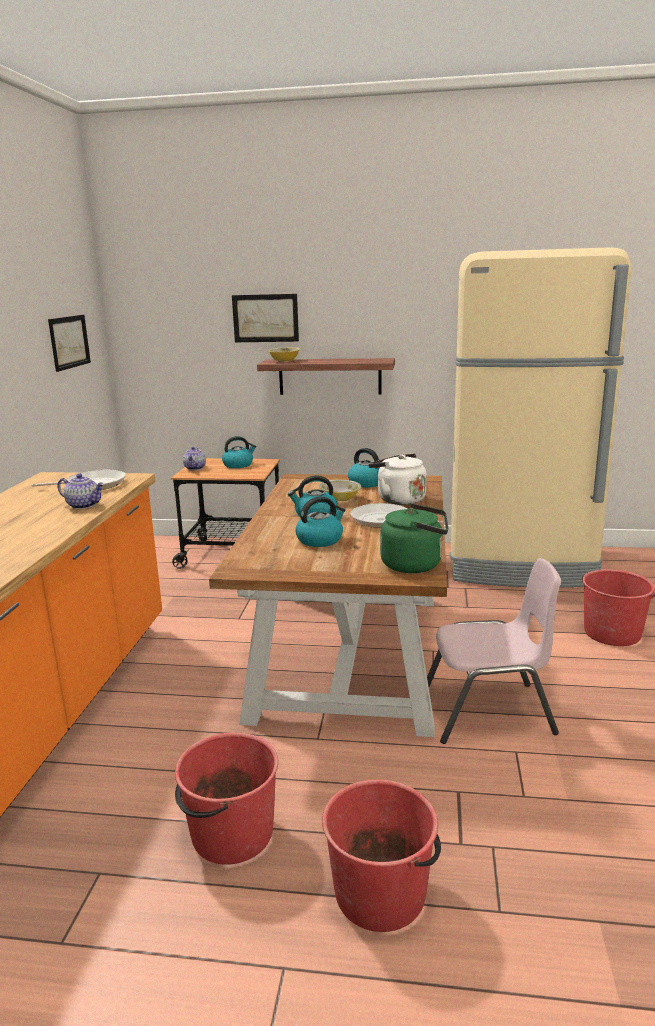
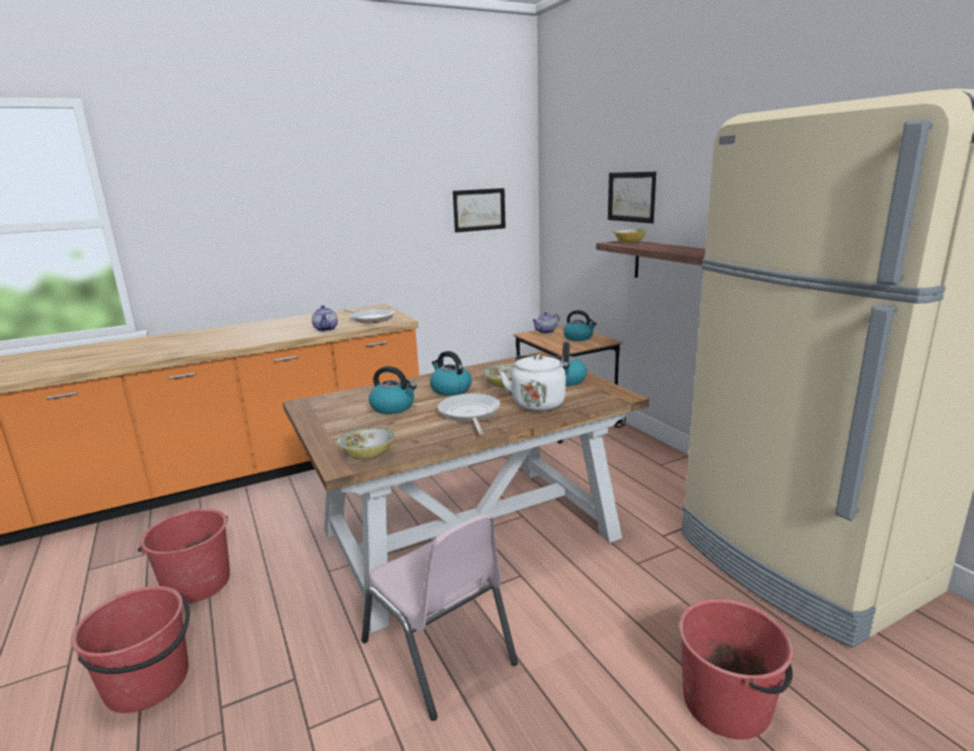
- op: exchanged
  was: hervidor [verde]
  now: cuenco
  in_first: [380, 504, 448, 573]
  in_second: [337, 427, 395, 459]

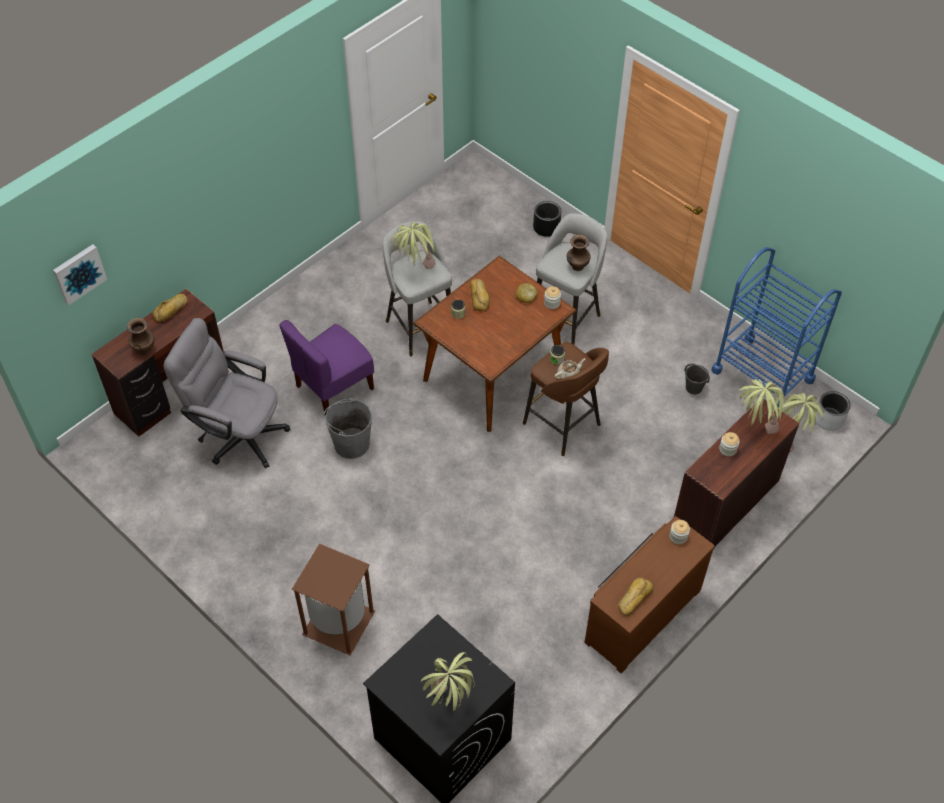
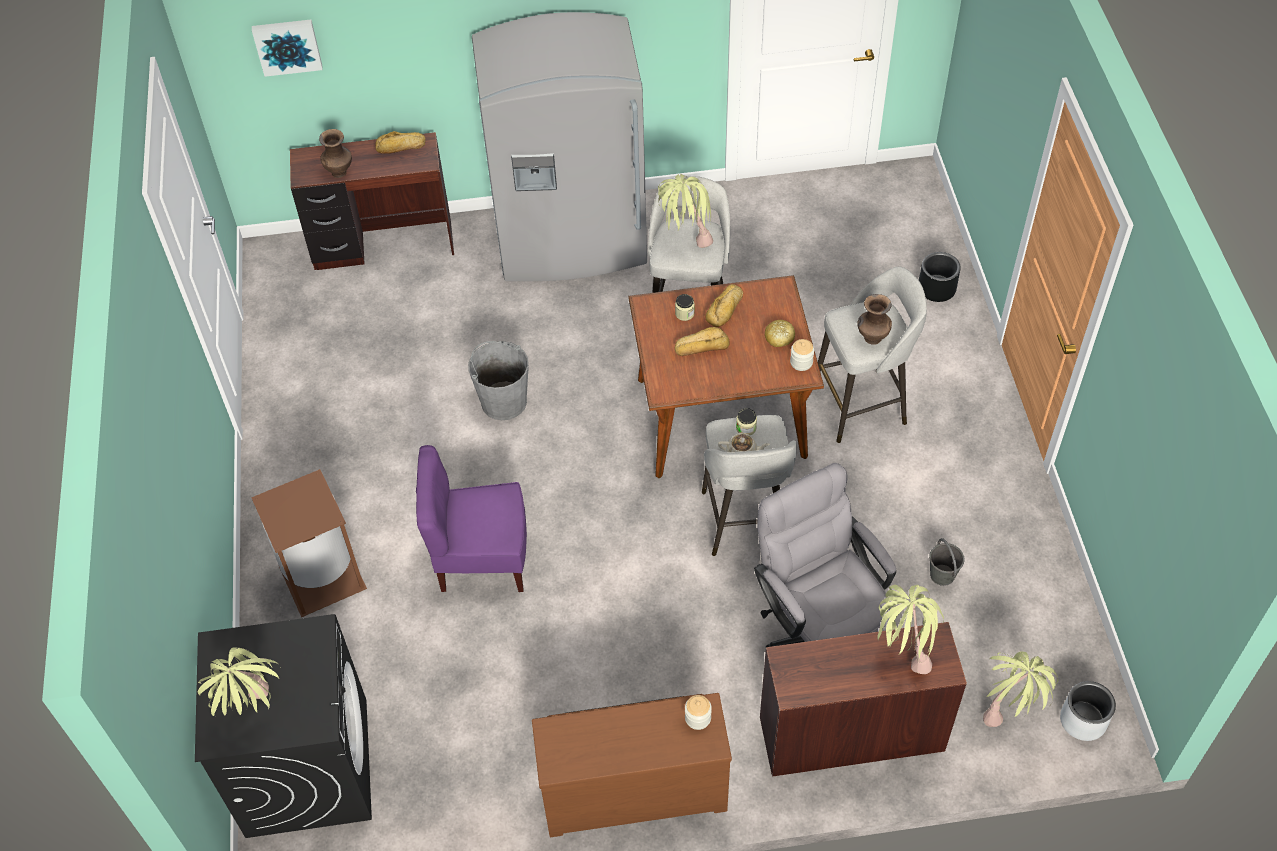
- op: relocated
  was: silla [morado]
  in_first: [279, 320, 374, 415]
  in_second: [416, 445, 527, 592]
- op: appeared
  now: nevera [gris]
  in_second: [472, 12, 647, 281]
- op: relocated
  was: pan
  in_first: [618, 578, 654, 616]
  in_second: [675, 327, 729, 356]
- op: colour
  was: taburete [marrón]
  now: taburete [gris]
  in_first: [523, 342, 609, 456]
  in_second: [702, 415, 797, 556]
- op: relocated
  was: silla de oficina [gris]
  in_first: [164, 318, 290, 468]
  in_second: [754, 463, 896, 647]
- op: missing
  was: carrito [azul]
  in_first: [711, 247, 842, 410]
- op: missing
  was: tarro
  in_first: [719, 432, 740, 456]

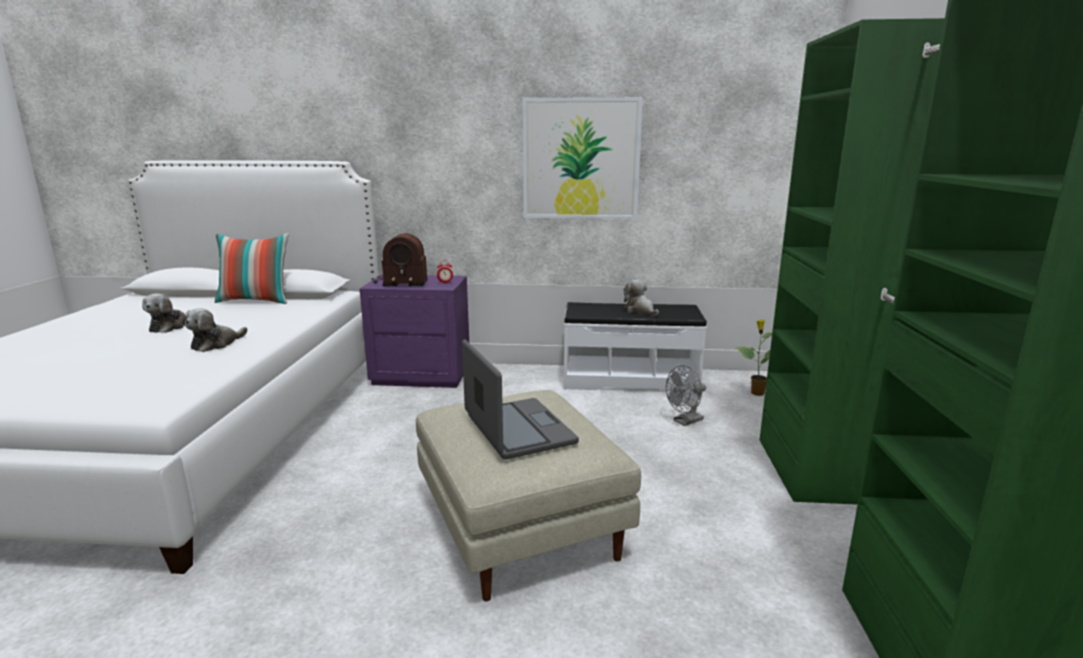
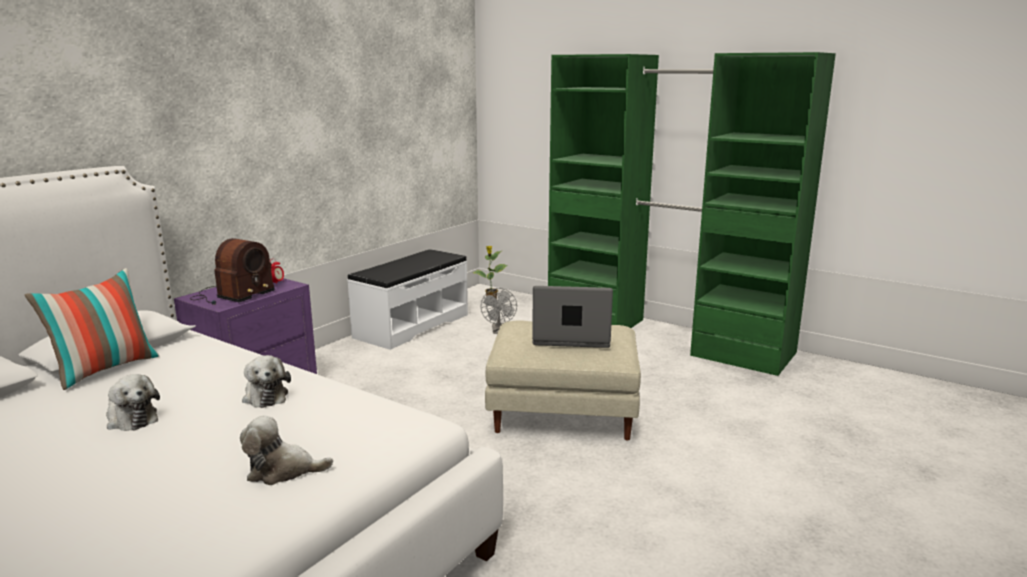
- op: relocated
  was: peluche
  in_first: [624, 280, 659, 316]
  in_second: [240, 415, 333, 485]
- op: missing
  was: cuadro
  in_first: [522, 97, 643, 219]

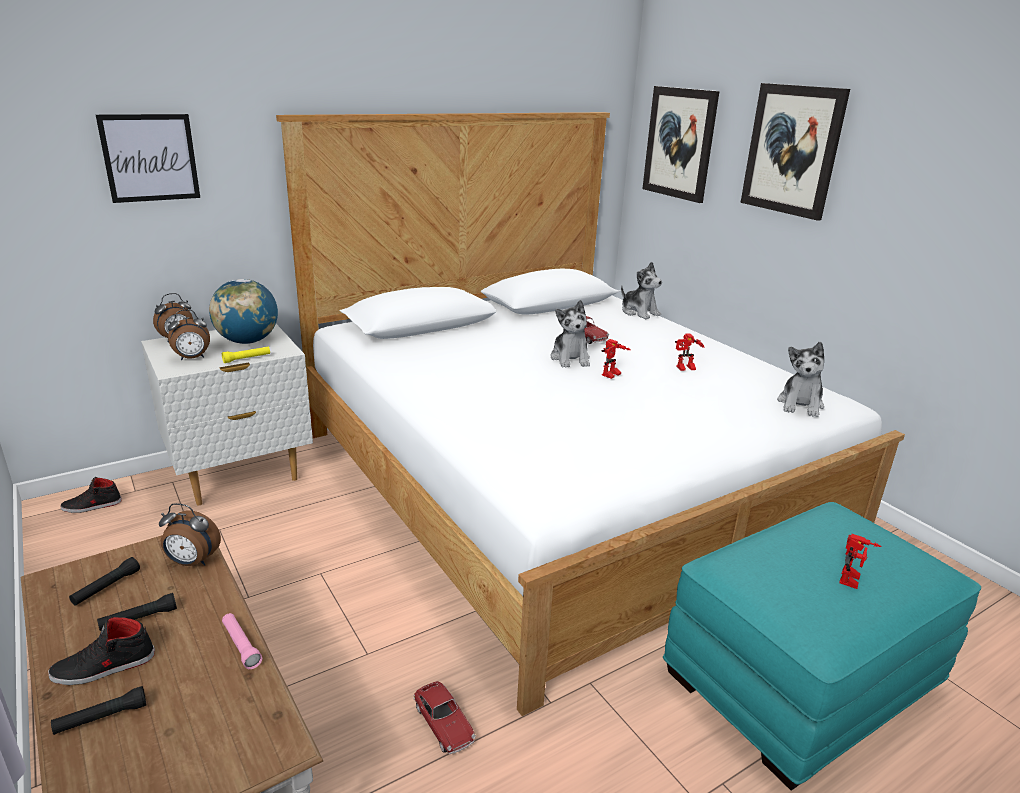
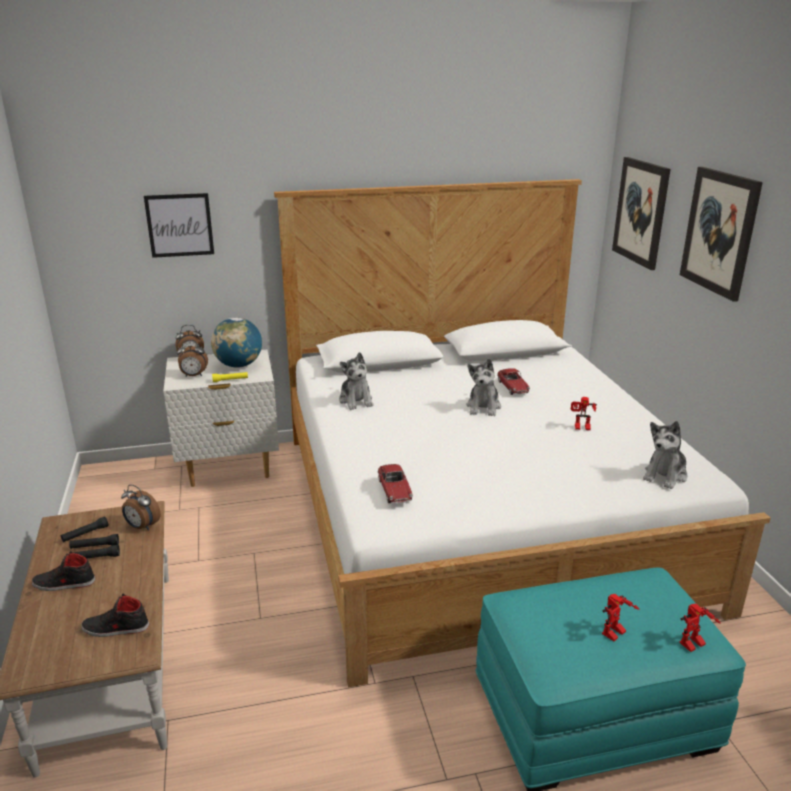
- op: relocated
  was: linterna [negro]
  in_first: [51, 686, 146, 735]
  in_second: [69, 534, 119, 549]
- op: relocated
  was: zapato [negro]
  in_first: [60, 477, 122, 513]
  in_second: [81, 594, 149, 637]
- op: relocated
  was: peluche
  in_first: [621, 262, 662, 319]
  in_second: [339, 352, 373, 410]
- op: relocated
  was: coche de juguete
  in_first: [413, 681, 476, 754]
  in_second: [378, 464, 413, 503]
- op: relocated
  was: robot de juguete
  in_first: [602, 339, 631, 379]
  in_second: [679, 604, 721, 652]
- op: missing
  was: linterna [rosa]
  in_first: [222, 613, 262, 669]

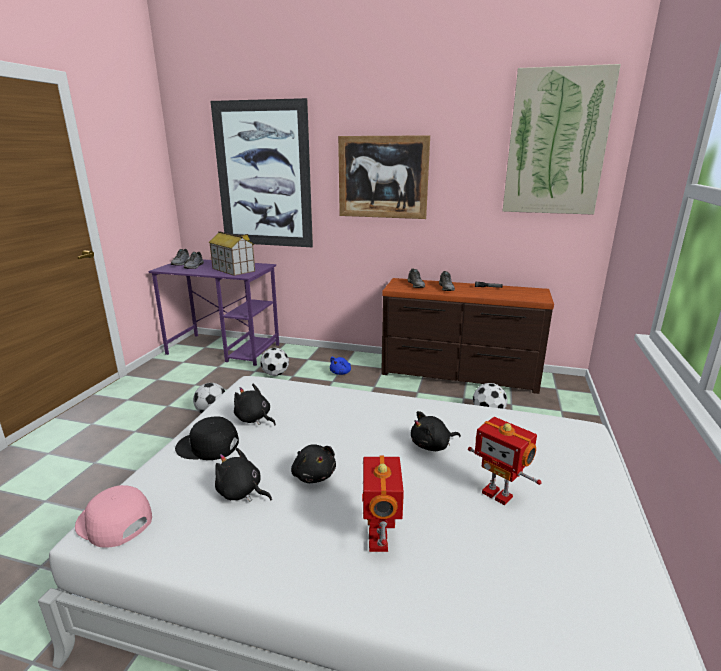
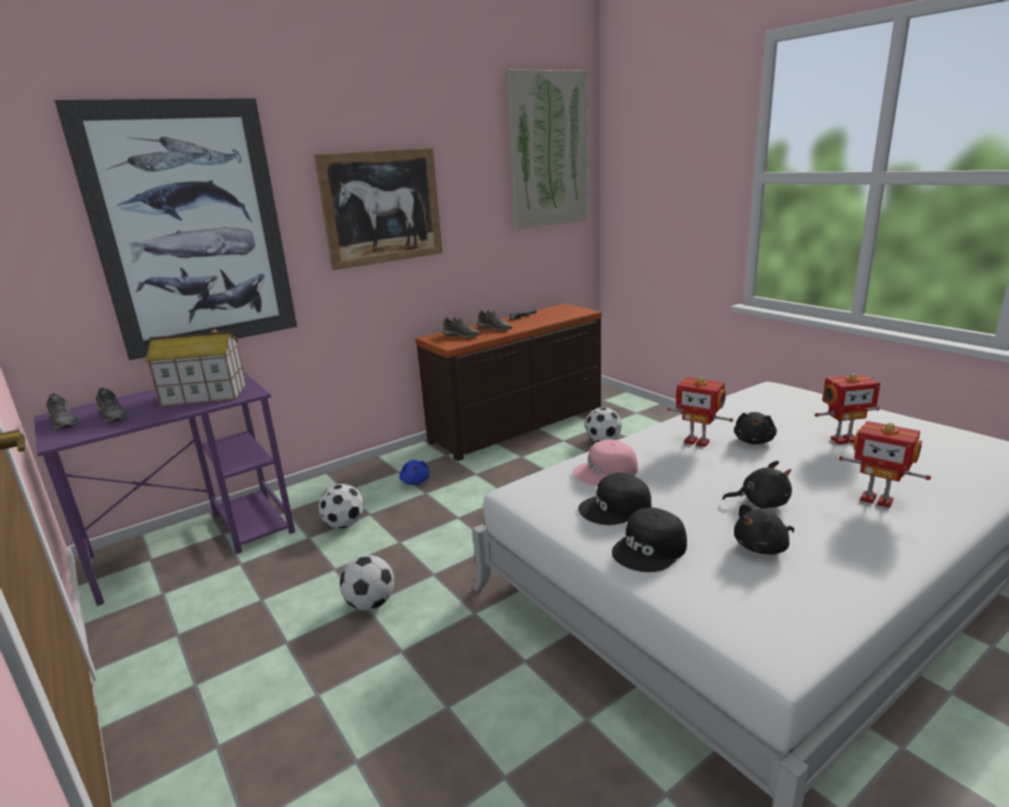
- op: relocated
  was: gorra [rosa]
  in_first: [75, 485, 152, 548]
  in_second: [573, 439, 638, 485]
- op: exchanged
  was: peluche [negro]
  now: gorra [negro]
  in_first: [234, 384, 276, 425]
  in_second: [578, 473, 652, 525]
- op: appeared
  now: robot de juguete
  in_second: [667, 377, 733, 447]

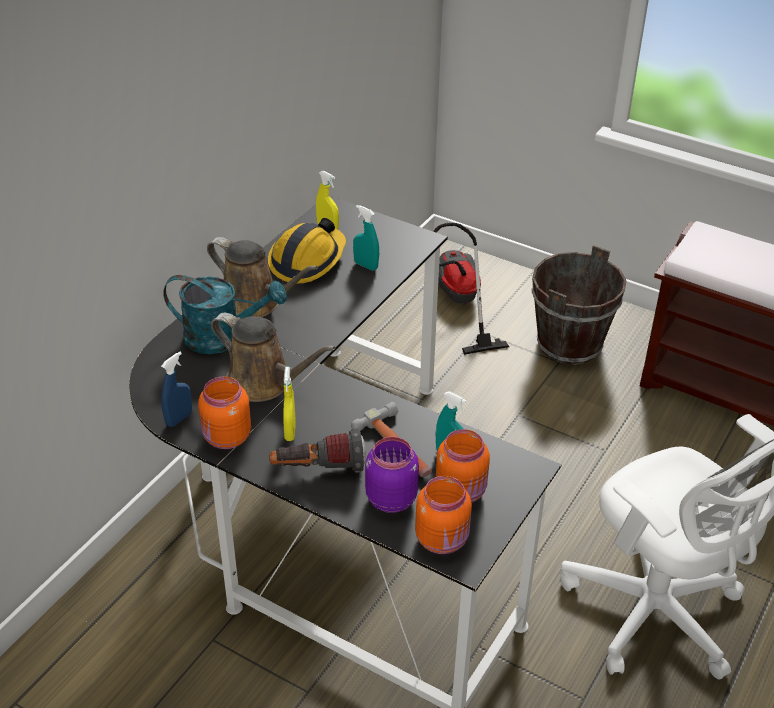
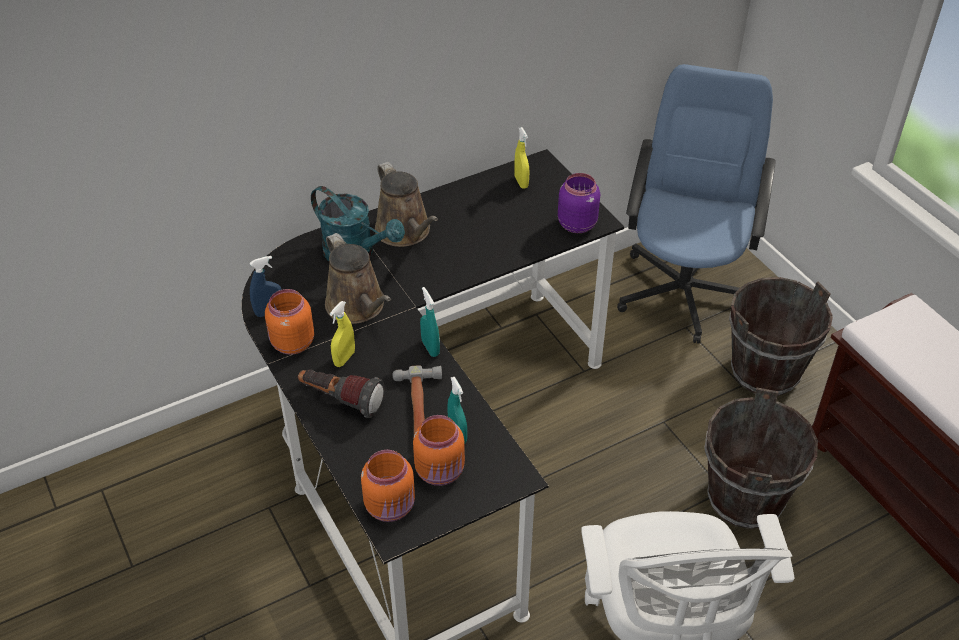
- op: relocated
  was: pulverizador [turquesa]
  in_first: [353, 205, 379, 270]
  in_second: [420, 287, 440, 357]
- op: relocated
  was: tarro [morado]
  in_first: [365, 437, 419, 513]
  in_second: [558, 173, 600, 233]
- op: exchanged
  was: aspiradora
  now: silla de oficina [azul]
  in_first: [433, 223, 509, 355]
  in_second: [617, 64, 776, 344]
- op: appeared
  now: cubo [marrón]
  in_second: [705, 388, 818, 529]
- op: missing
  was: casco
  in_first: [268, 218, 346, 284]

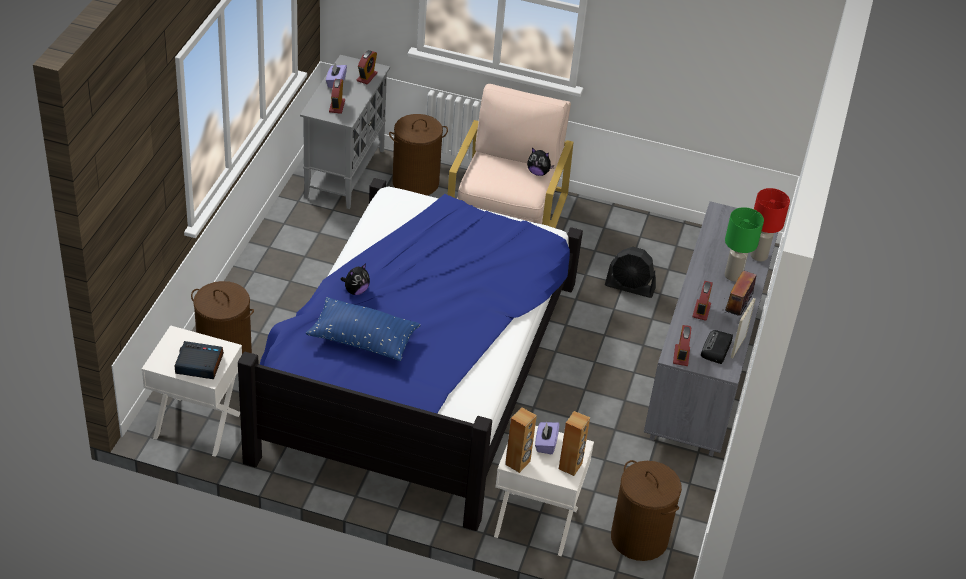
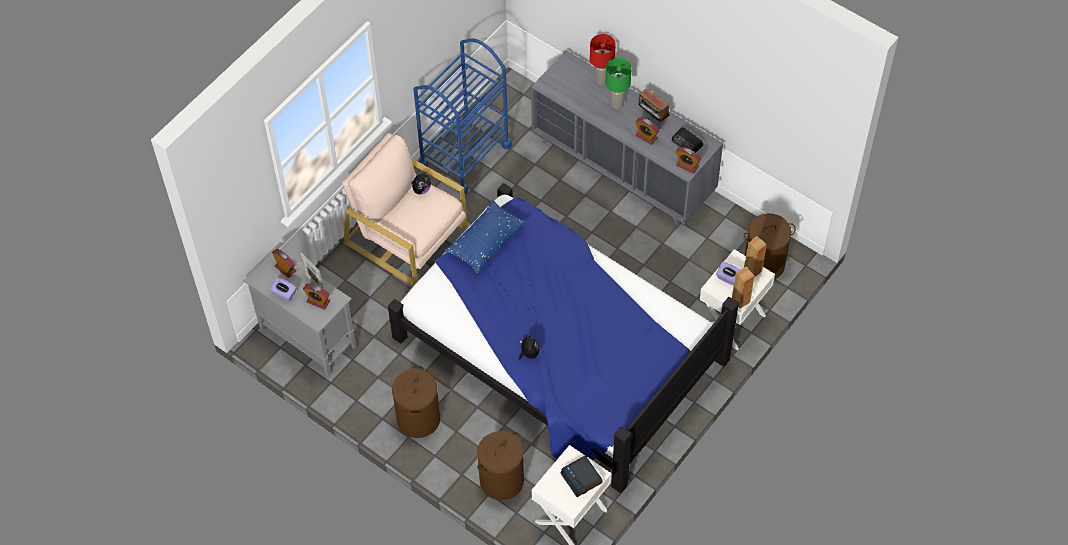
- op: relocated
  was: portarretratos
  in_first: [731, 298, 756, 358]
  in_second: [300, 253, 323, 289]
- op: relocated
  was: cesto de la ropa [marrón]
  in_first: [389, 114, 448, 196]
  in_second: [392, 366, 440, 438]
- op: appeared
  now: carrito [azul]
  in_second: [413, 38, 512, 195]
- op: relocated
  was: cojín [azul]
  in_first: [306, 297, 420, 361]
  in_second: [445, 201, 525, 273]
- op: spun
  was: despertador
  in_first: [175, 341, 224, 379]
  in_second: [560, 455, 603, 497]
  clockwise: -60
- op: missing
  was: ventilador [negro]
  in_first: [605, 247, 656, 298]

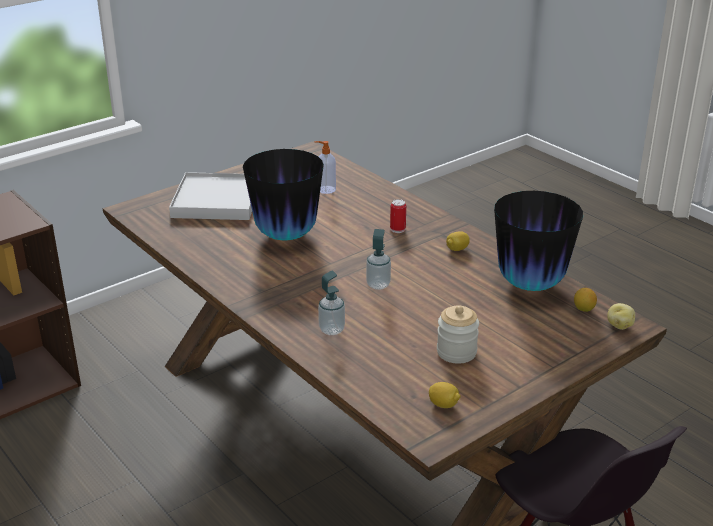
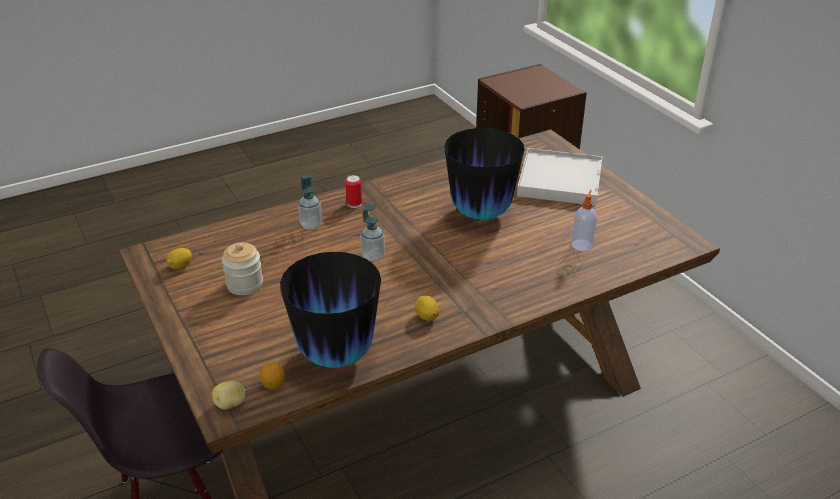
- op: relocated
  was: lata
  in_first: [390, 199, 406, 233]
  in_second: [345, 175, 362, 208]

